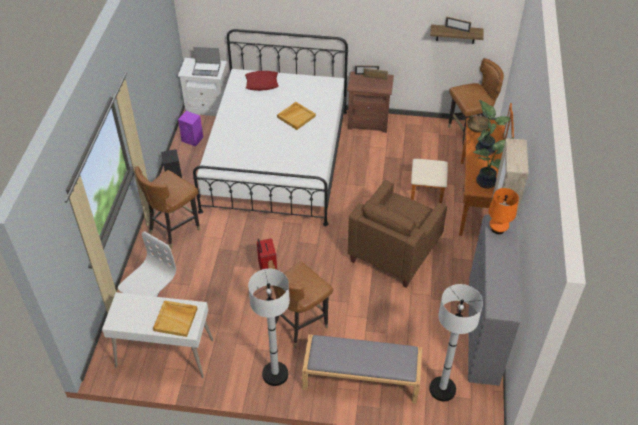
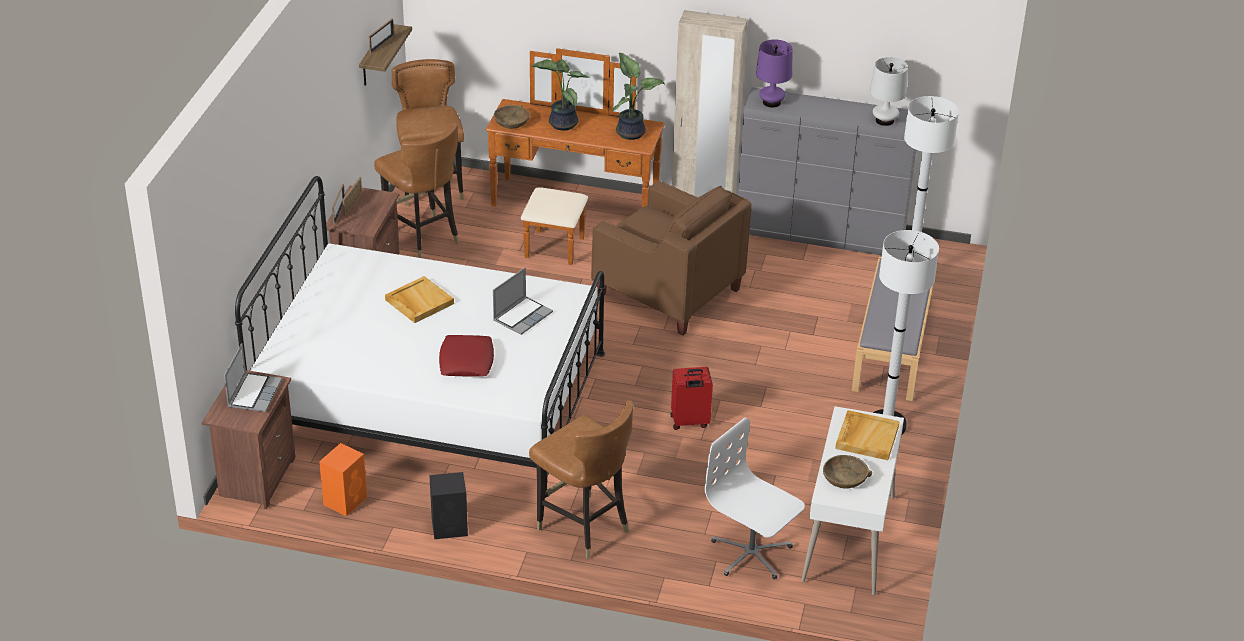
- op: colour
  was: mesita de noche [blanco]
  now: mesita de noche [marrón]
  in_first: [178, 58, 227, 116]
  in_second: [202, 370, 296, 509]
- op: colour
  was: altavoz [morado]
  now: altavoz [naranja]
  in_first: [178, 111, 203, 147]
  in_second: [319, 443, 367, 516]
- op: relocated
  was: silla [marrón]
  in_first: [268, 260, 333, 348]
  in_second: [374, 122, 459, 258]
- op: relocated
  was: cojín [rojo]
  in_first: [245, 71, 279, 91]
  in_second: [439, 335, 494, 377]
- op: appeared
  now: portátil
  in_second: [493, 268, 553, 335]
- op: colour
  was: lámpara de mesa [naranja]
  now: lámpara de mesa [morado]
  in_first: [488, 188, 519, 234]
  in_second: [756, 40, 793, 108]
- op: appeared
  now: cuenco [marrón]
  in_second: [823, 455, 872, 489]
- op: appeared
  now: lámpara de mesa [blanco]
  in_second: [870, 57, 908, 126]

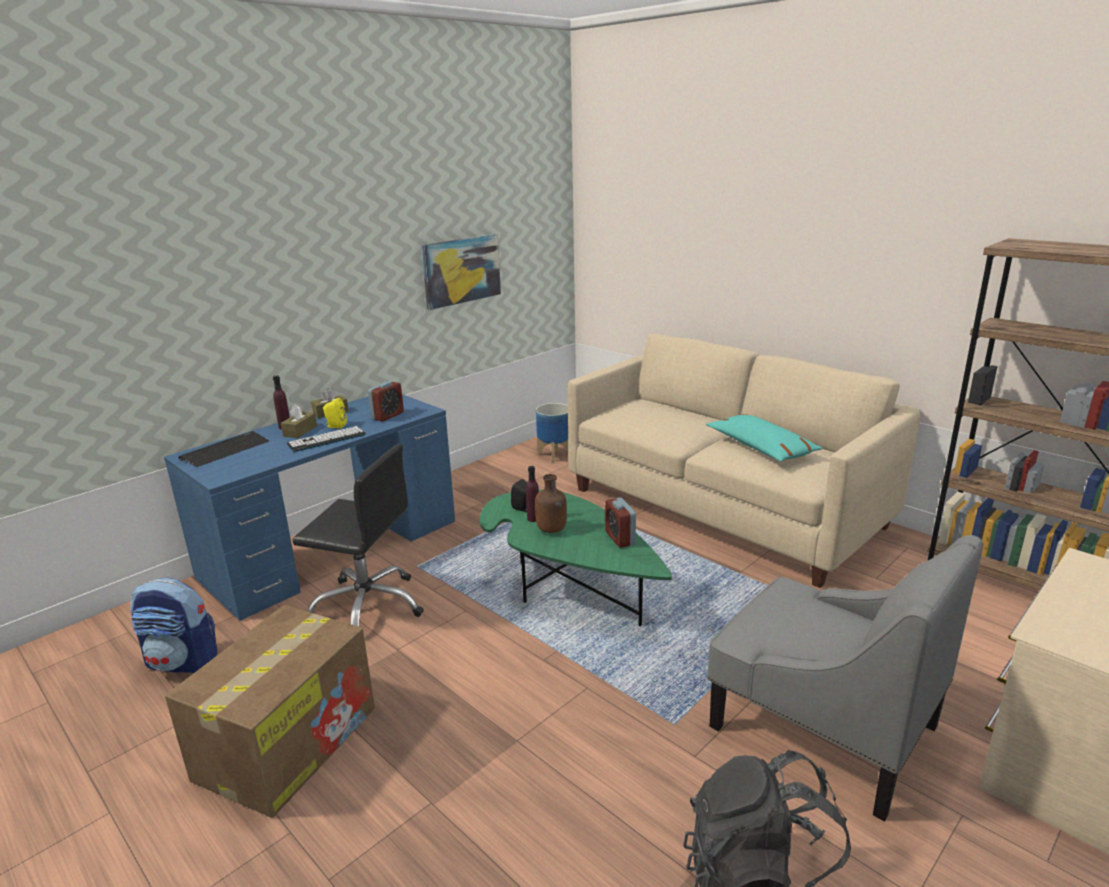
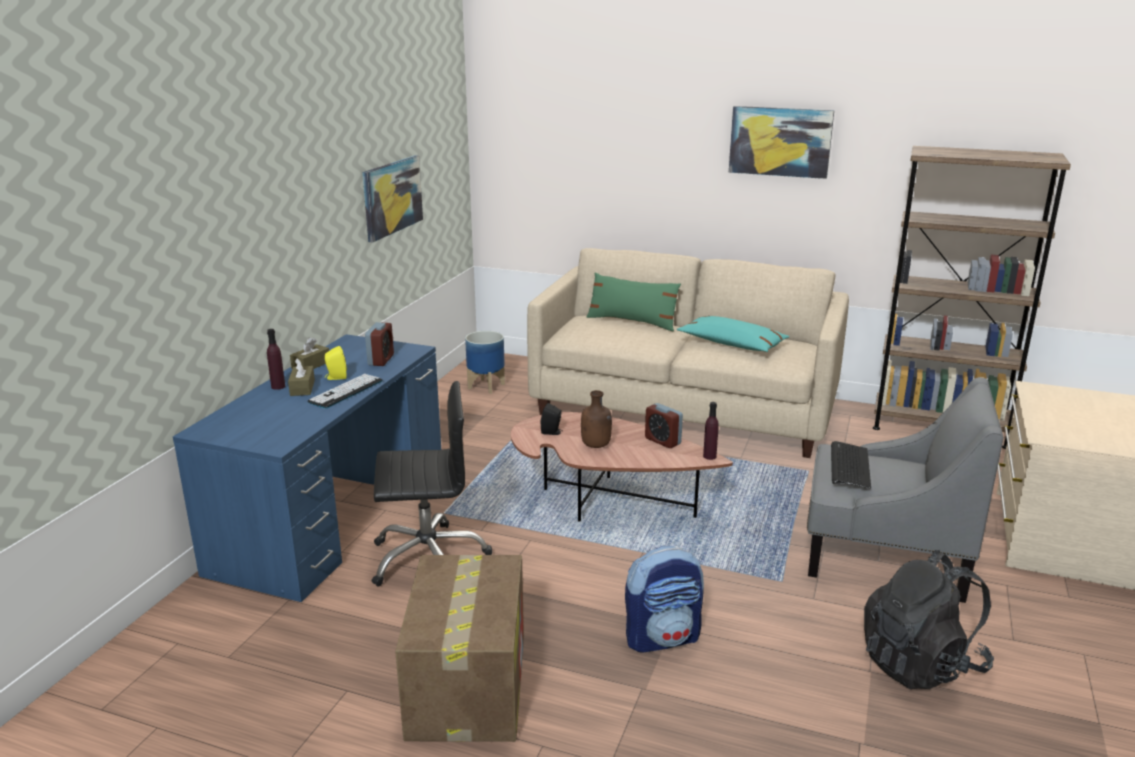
- op: colour
  was: mesa de centro [verde]
  now: mesa de centro [marrón]
  in_first: [480, 490, 672, 626]
  in_second: [511, 412, 733, 522]
- op: appeared
  now: cojín [verde]
  in_second: [587, 272, 681, 331]
- op: relocated
  was: mochila
  in_first: [130, 578, 218, 673]
  in_second: [625, 546, 704, 653]
- op: relocated
  was: botella [morado]
  in_first: [526, 466, 539, 522]
  in_second: [703, 402, 719, 460]
- op: appeared
  now: cuadro
  in_second: [729, 106, 834, 179]
- op: relocated
  was: teclado
  in_first: [178, 431, 269, 467]
  in_second: [831, 441, 871, 489]

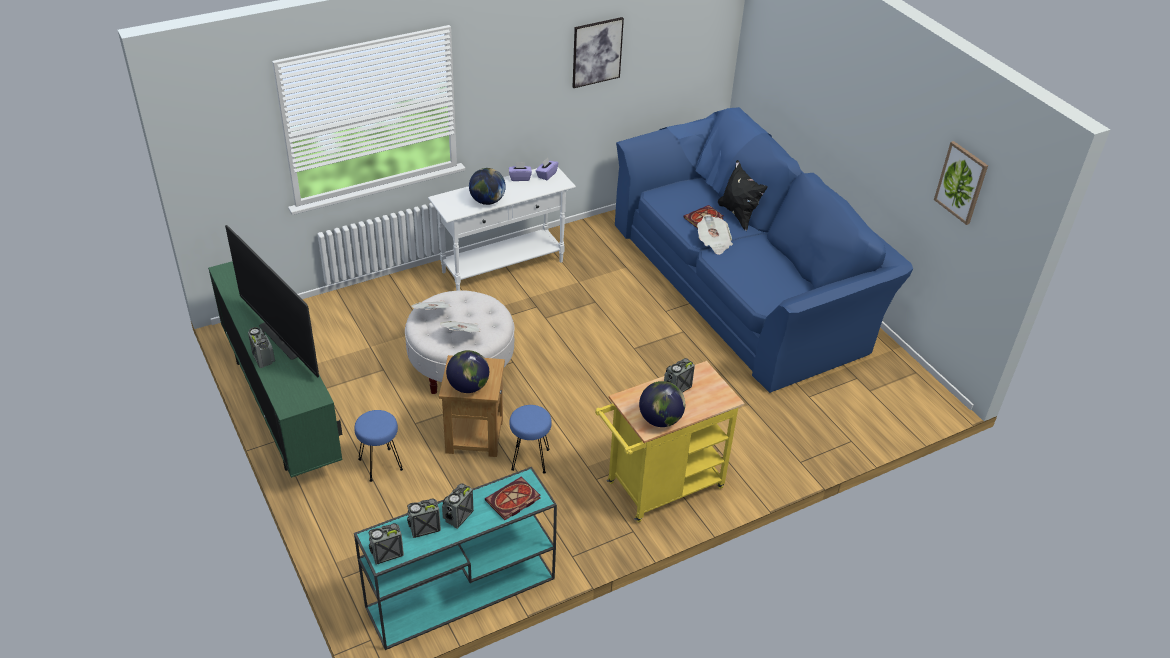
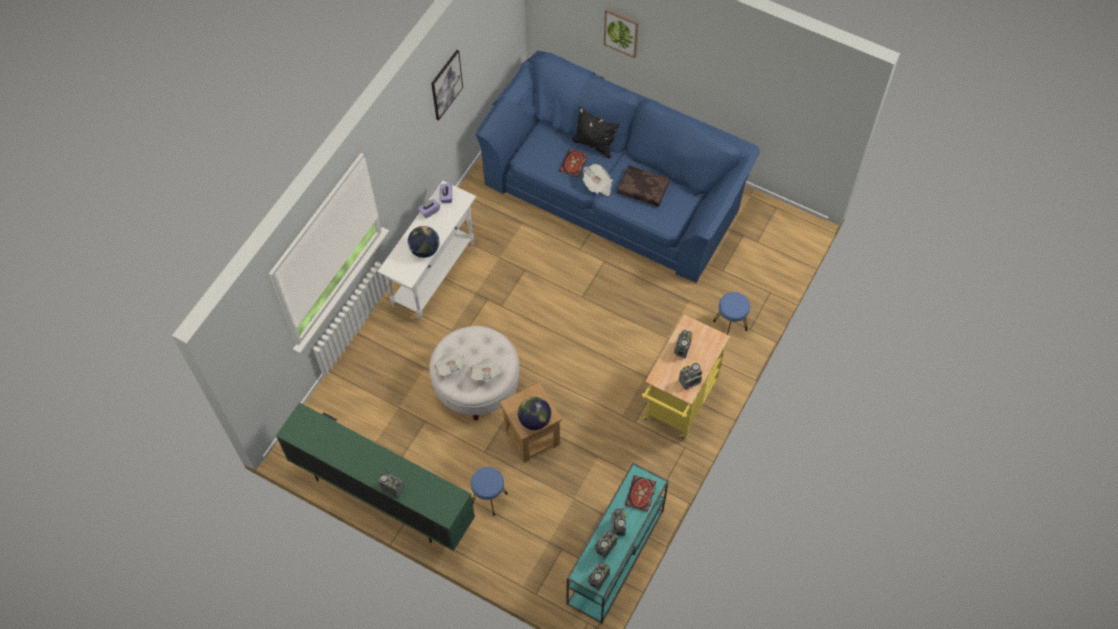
- op: relocated
  was: cuadro
  in_first: [934, 141, 988, 225]
  in_second: [604, 8, 639, 58]
- op: appeared
  now: cojín [marrón]
  in_second: [617, 165, 670, 207]
- op: exchanged
  was: globo terráqueo
  now: radio
  in_first: [639, 381, 685, 427]
  in_second: [679, 363, 702, 389]
- op: relocated
  was: taburete [azul]
  in_first: [509, 405, 552, 474]
  in_second: [713, 292, 750, 335]
- op: missing
  was: televisor
  in_first: [225, 225, 319, 378]

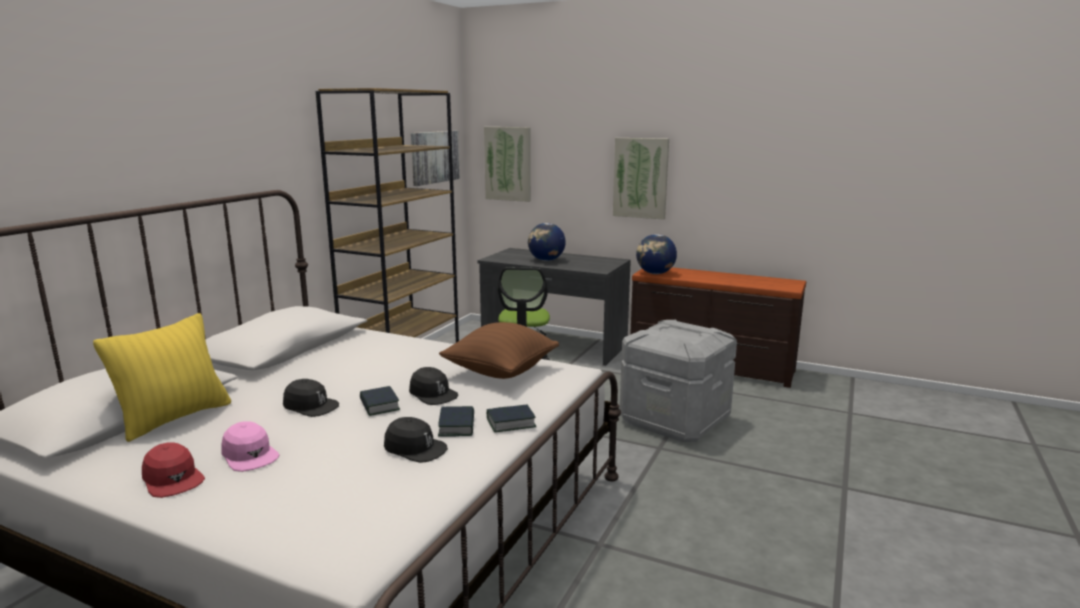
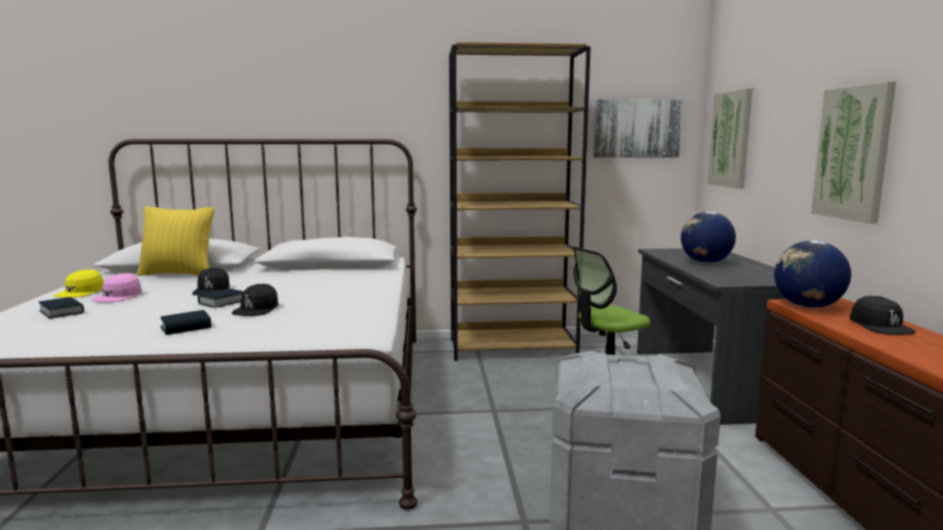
- op: relocated
  was: libro
  in_first: [487, 405, 537, 432]
  in_second: [39, 297, 84, 319]
- op: colour
  was: gorra [rojo]
  now: gorra [amarillo]
  in_first: [142, 443, 205, 498]
  in_second: [54, 269, 104, 298]
- op: relocated
  was: gorra [negro]
  in_first: [384, 417, 448, 463]
  in_second: [850, 296, 916, 335]
- op: missing
  was: cojín [marrón]
  in_first: [439, 322, 559, 379]

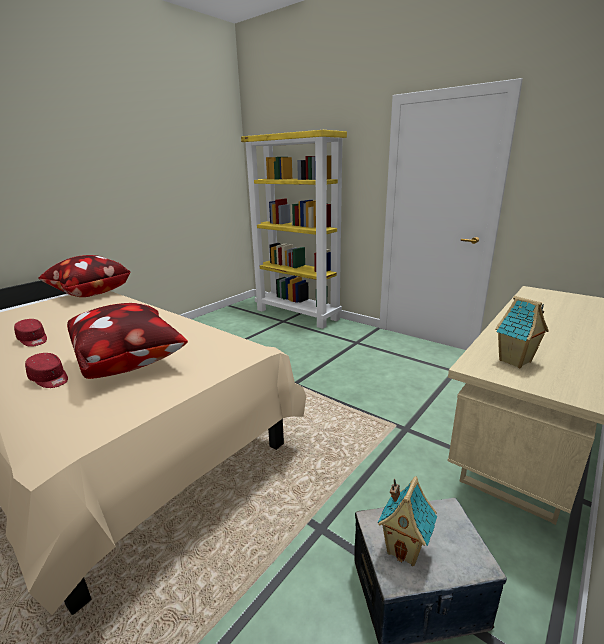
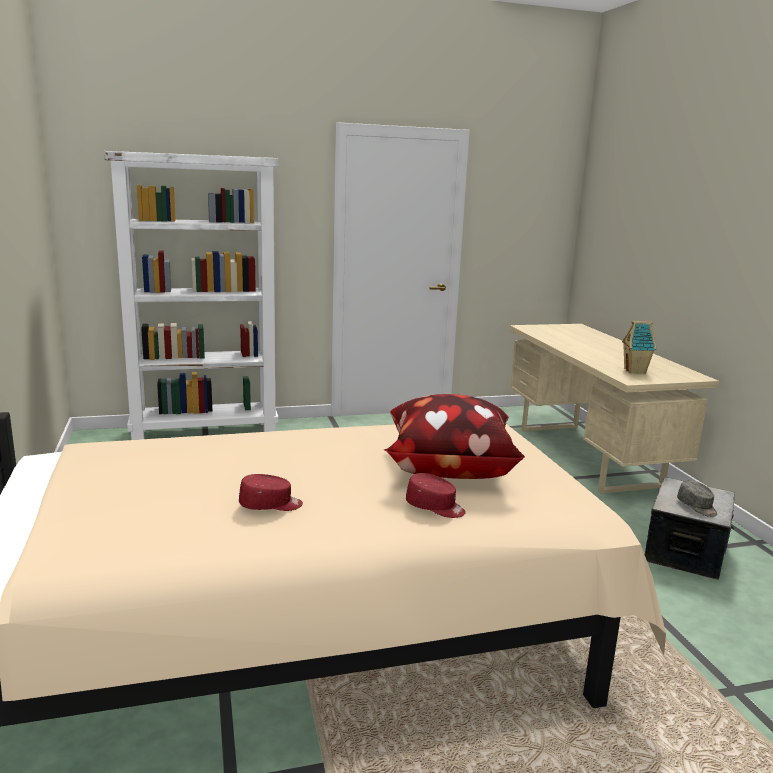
- op: colour
  was: estantería [amarillo]
  now: estantería [blanco]
  in_first: [241, 130, 347, 329]
  in_second: [104, 151, 279, 440]
- op: spun
  was: gorra [rojo]
  in_first: [25, 353, 68, 388]
  in_second: [406, 473, 466, 518]
  clockwise: 45
- op: exchanged
  was: casita
  now: gorra [gris]
  in_first: [378, 476, 437, 566]
  in_second: [677, 480, 718, 517]
- op: missing
  was: cojín
  in_first: [39, 255, 131, 297]

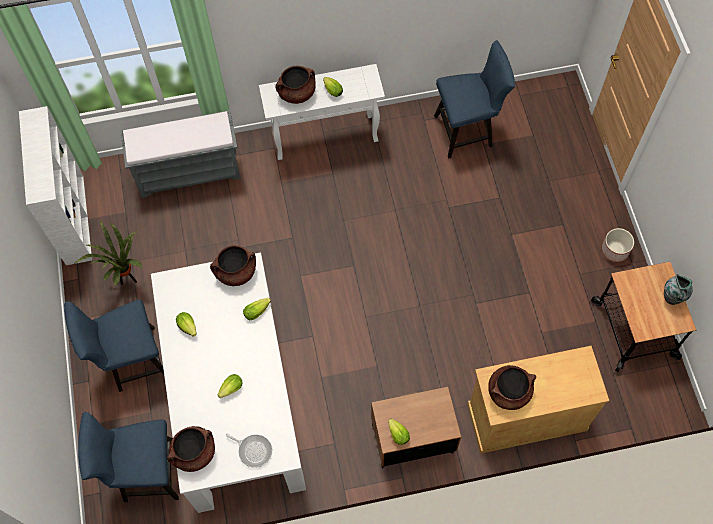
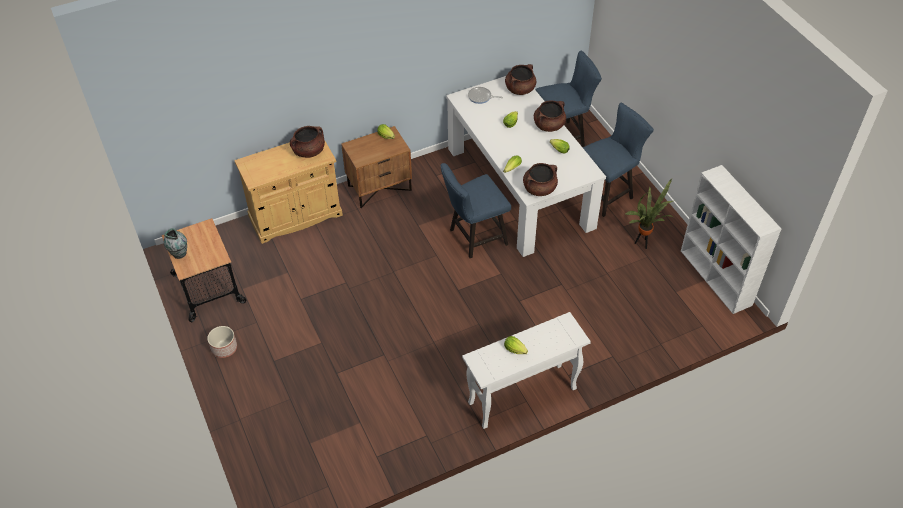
- op: relocated
  was: silla [azul]
  in_first: [434, 40, 515, 159]
  in_second: [440, 163, 511, 258]
- op: relocated
  was: olla [marrón]
  in_first: [275, 65, 316, 104]
  in_second: [534, 100, 566, 132]
- op: missing
  was: banco [gris]
  in_first: [120, 110, 241, 198]

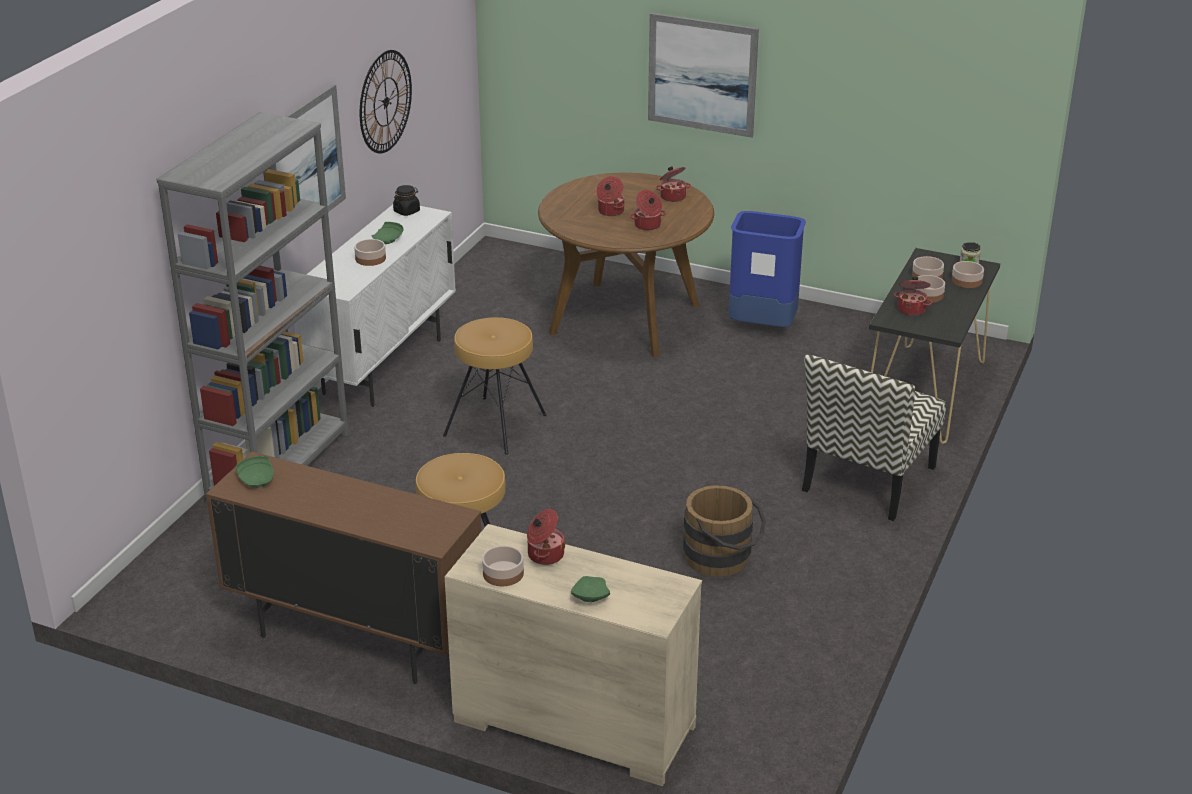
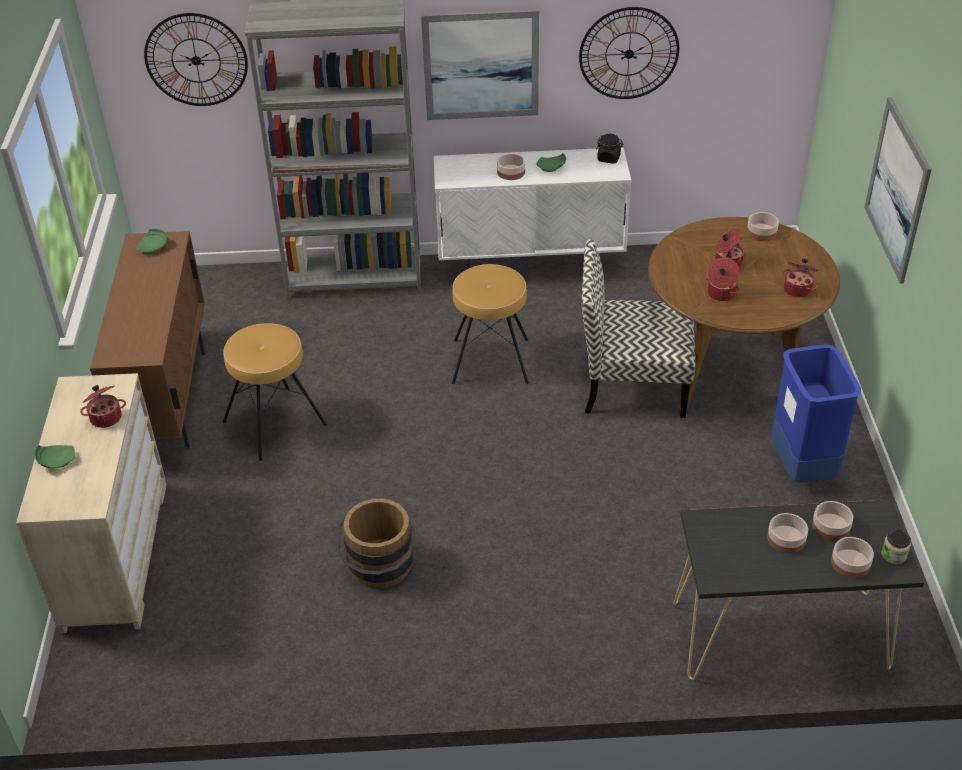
- op: appeared
  now: reloj de pared
  in_second: [144, 13, 248, 106]
- op: relocated
  was: silla
  in_first: [802, 354, 946, 521]
  in_second: [582, 239, 695, 418]
- op: relocated
  was: cuenco
  in_first: [482, 546, 524, 586]
  in_second: [747, 212, 779, 241]
- op: missing
  was: olla
  in_first: [894, 277, 932, 316]

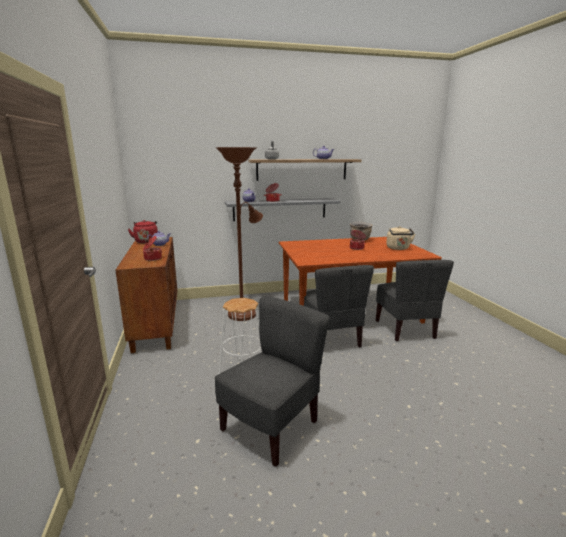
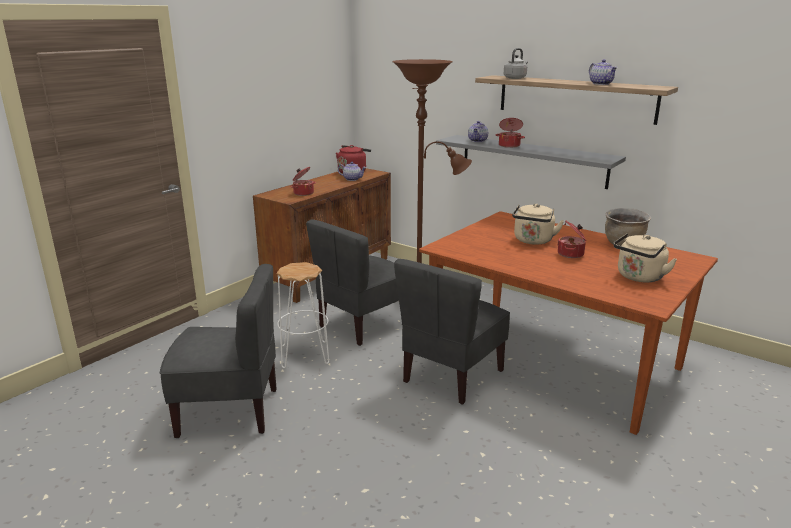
- op: relocated
  was: silla [gris]
  in_first: [376, 260, 454, 341]
  in_second: [306, 220, 399, 346]
- op: appeared
  now: hervidor [beis]
  in_second: [512, 204, 564, 245]

